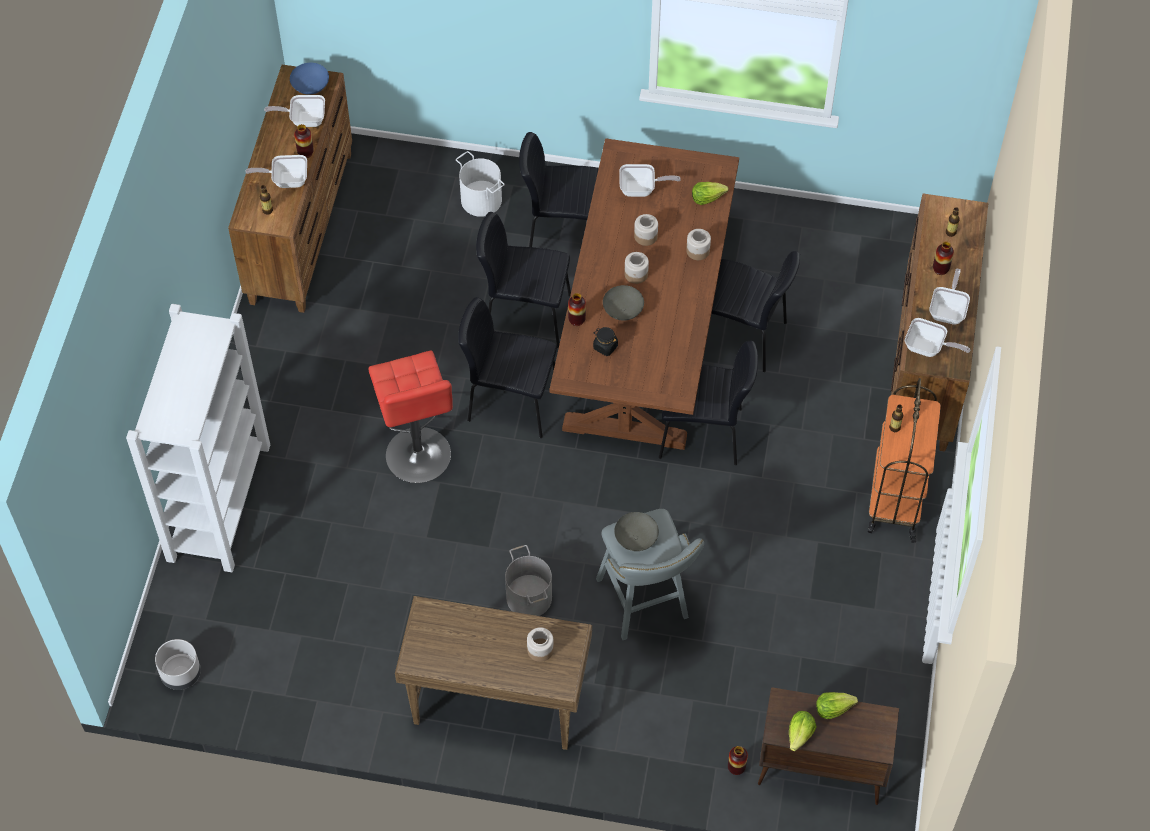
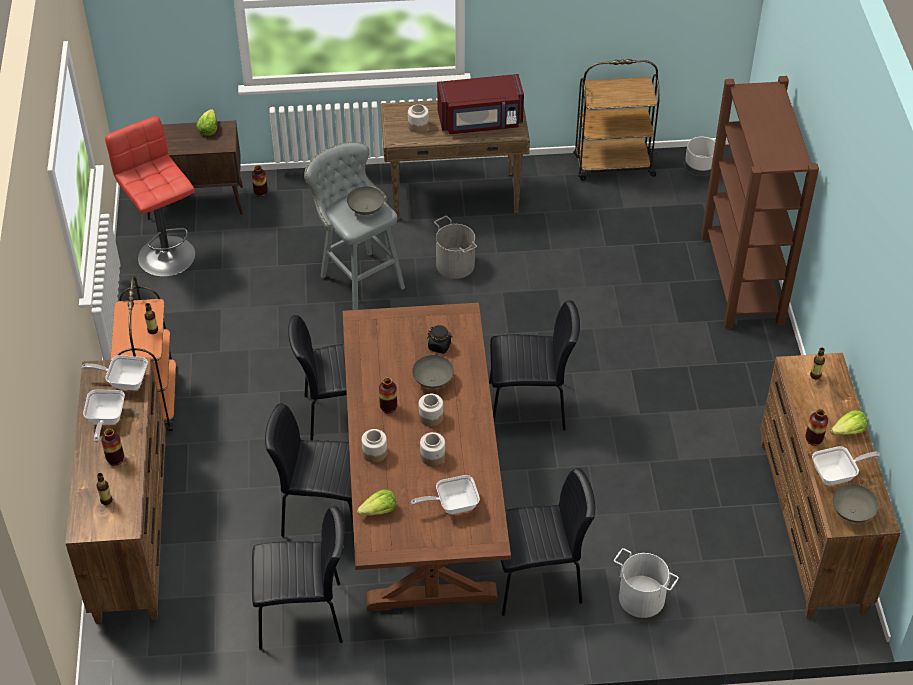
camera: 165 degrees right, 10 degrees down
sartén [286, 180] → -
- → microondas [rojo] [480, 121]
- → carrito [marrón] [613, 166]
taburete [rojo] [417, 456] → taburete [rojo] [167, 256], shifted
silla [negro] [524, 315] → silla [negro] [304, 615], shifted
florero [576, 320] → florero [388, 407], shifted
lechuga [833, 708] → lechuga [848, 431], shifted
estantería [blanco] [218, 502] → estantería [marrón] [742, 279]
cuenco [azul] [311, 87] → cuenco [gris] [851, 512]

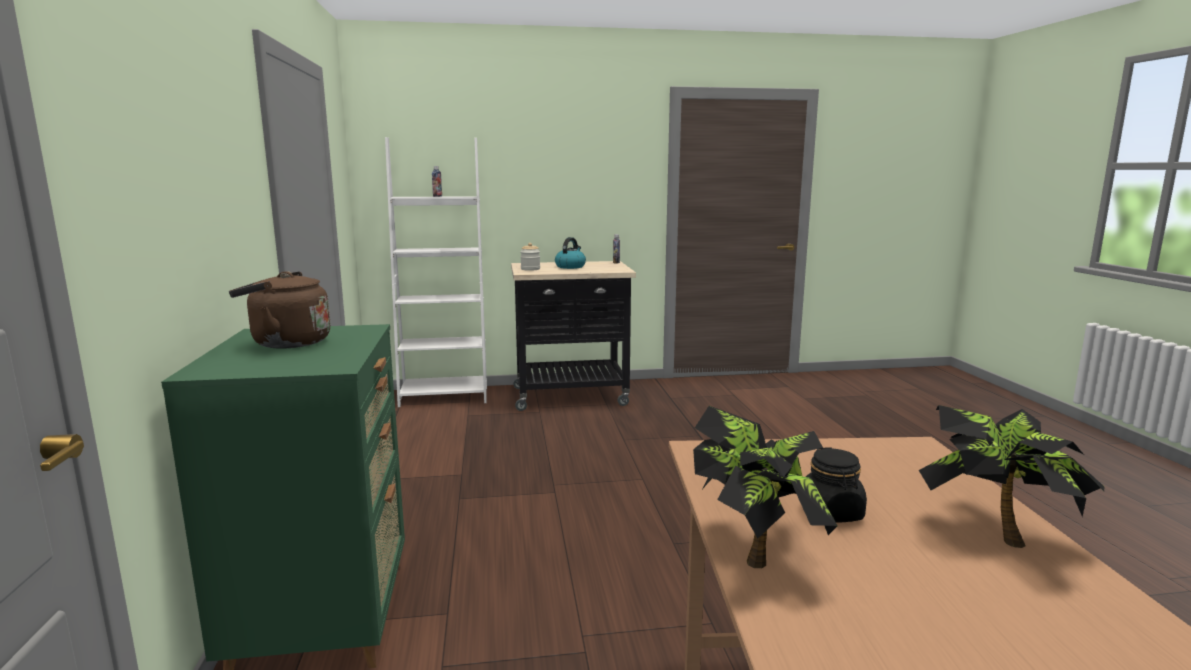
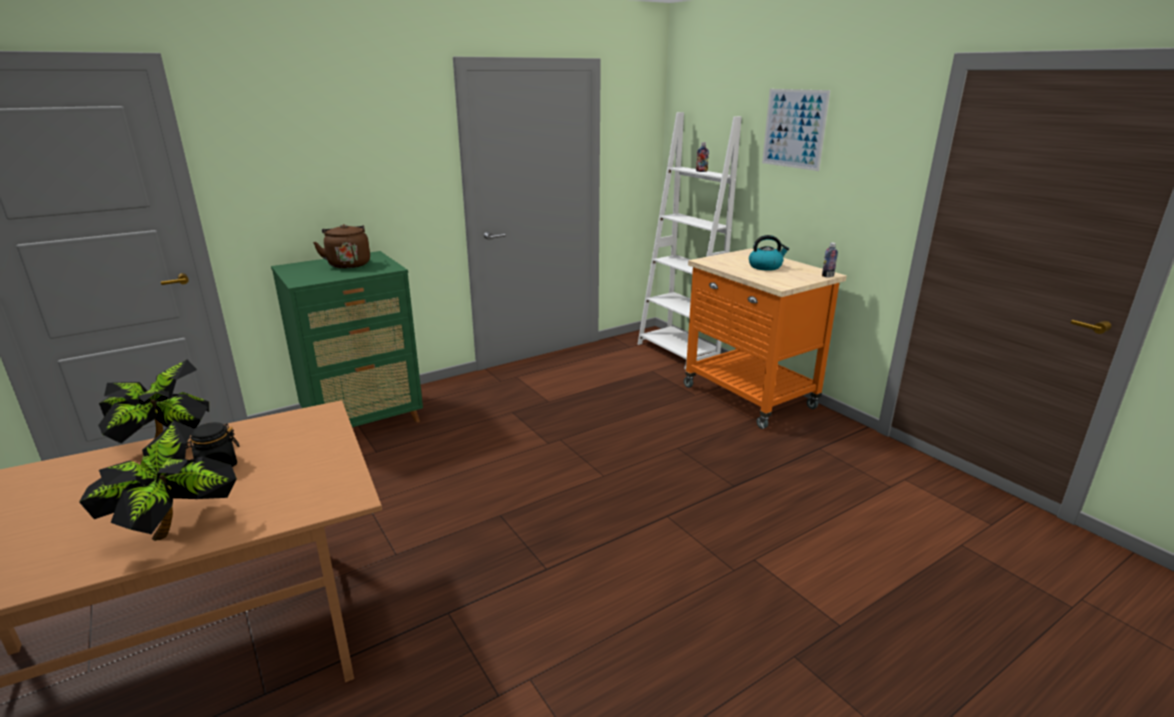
camera: 65 degrees right, 10 degrees up
tarro [530, 269] → -
- → cuadro [794, 129]
carrito [negro] [571, 396] → carrito [naranja] [749, 398]

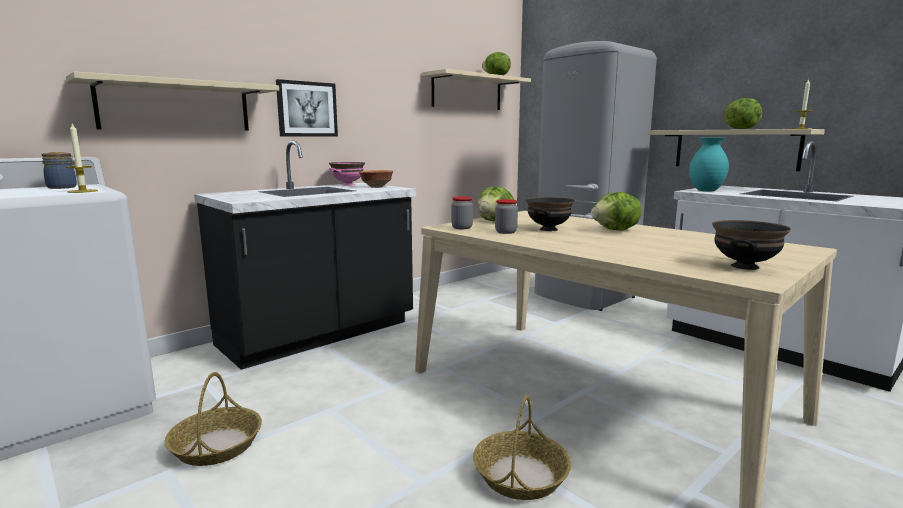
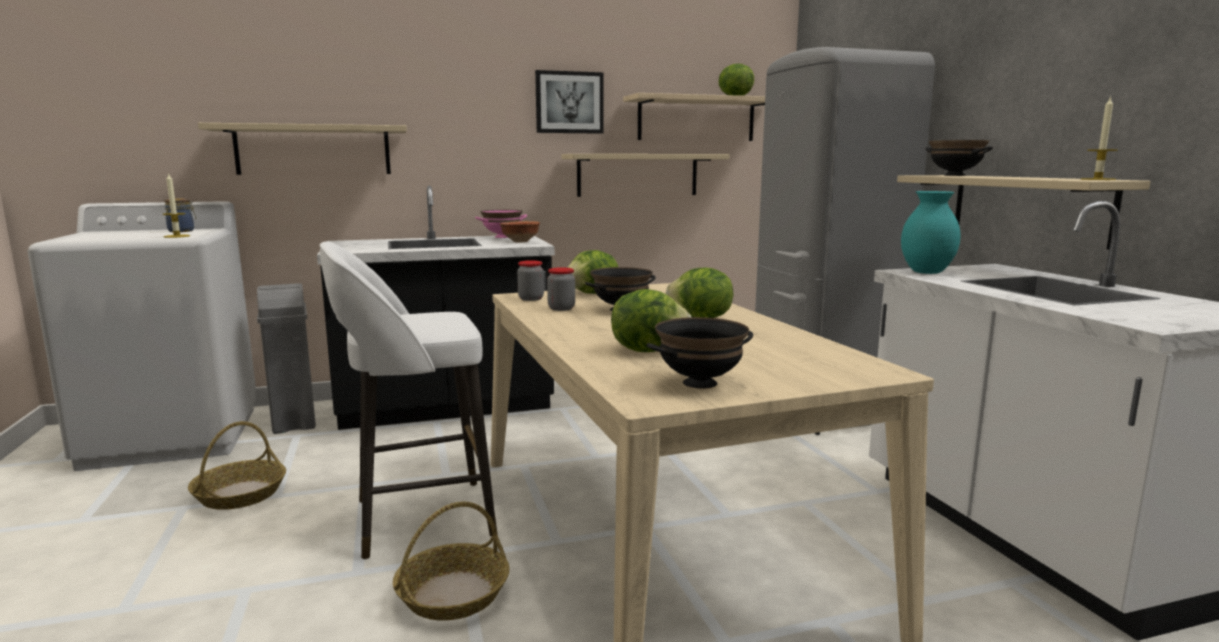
camera: 25 degrees right, 0 degrees up
- → papelera [gris] [294, 421]
- → taburete [blanco] [419, 518]
- → estante [beis] [637, 175]
- → cuenco [negro] [954, 175]
cuadro [307, 109] → cuadro [569, 102], shifted
lechuga [740, 129] → lechuga [648, 350], shifted

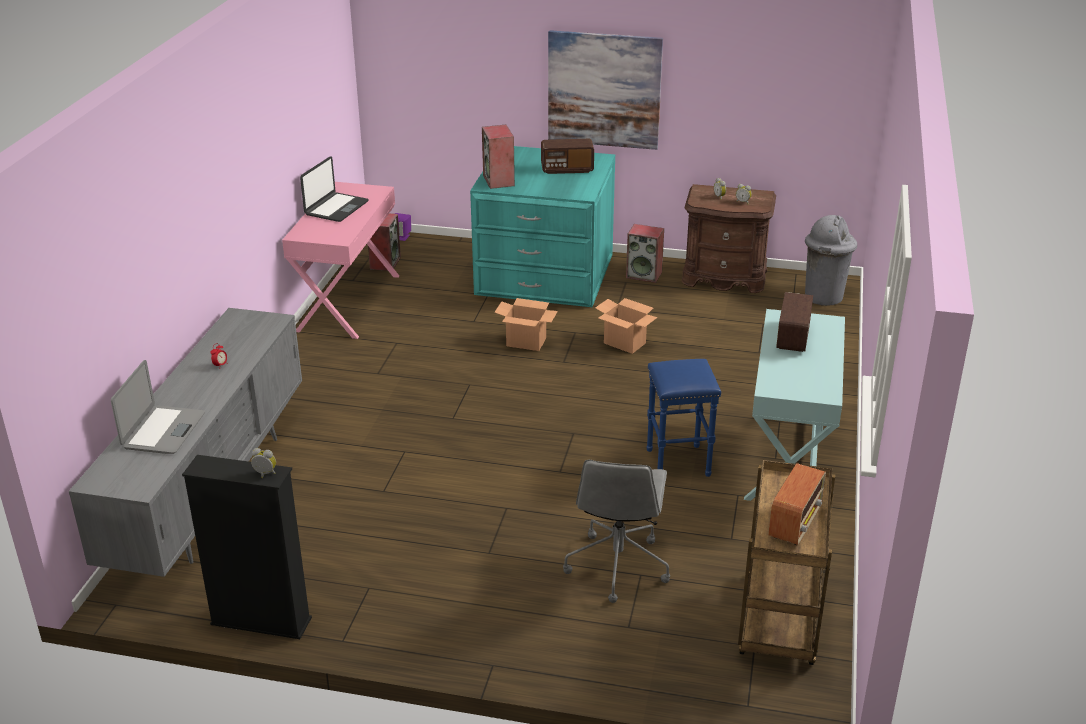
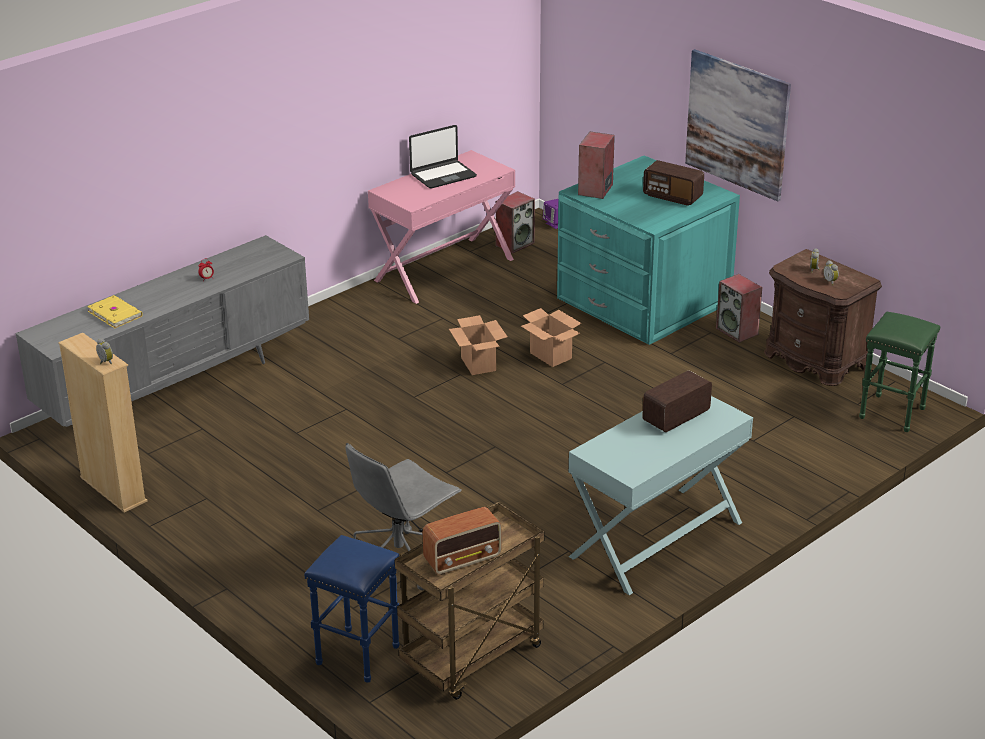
camera: 35 degrees right, 0 degrees up
caja de cartón [625, 343] → caja de cartón [478, 364], shifted
taburete [azul] [676, 461] → taburete [azul] [357, 653], shifted
portátil [163, 431] → libro [amarillo] [115, 313]
papelera [gris] [824, 296] → taburete [verde] [893, 412]
estantería [negro] [261, 621] → estantería [beis] [113, 489]

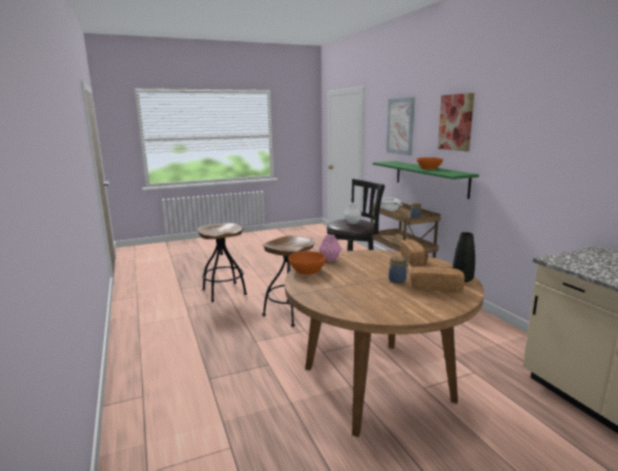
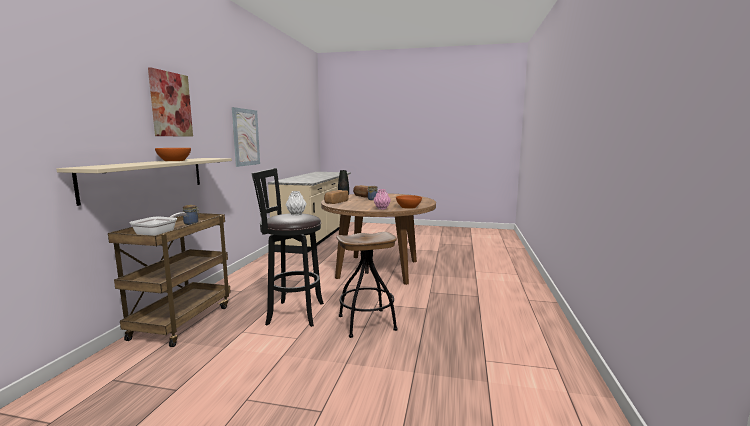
camera: 145 degrees left, 5 degrees down
taburete [marrón] [224, 291] → -
cuadro [400, 126] → cuadro [246, 137], shifted
estante [verde] [430, 178] → estante [beis] [147, 177]

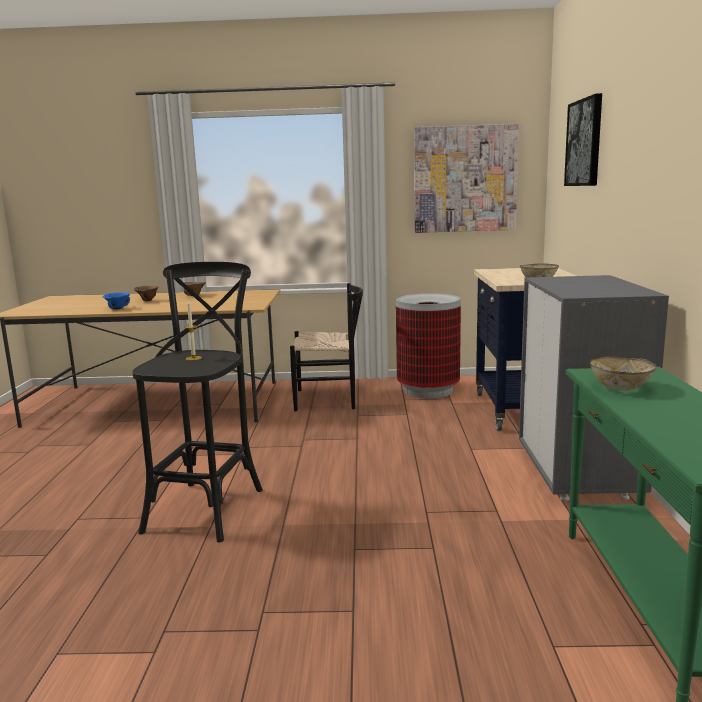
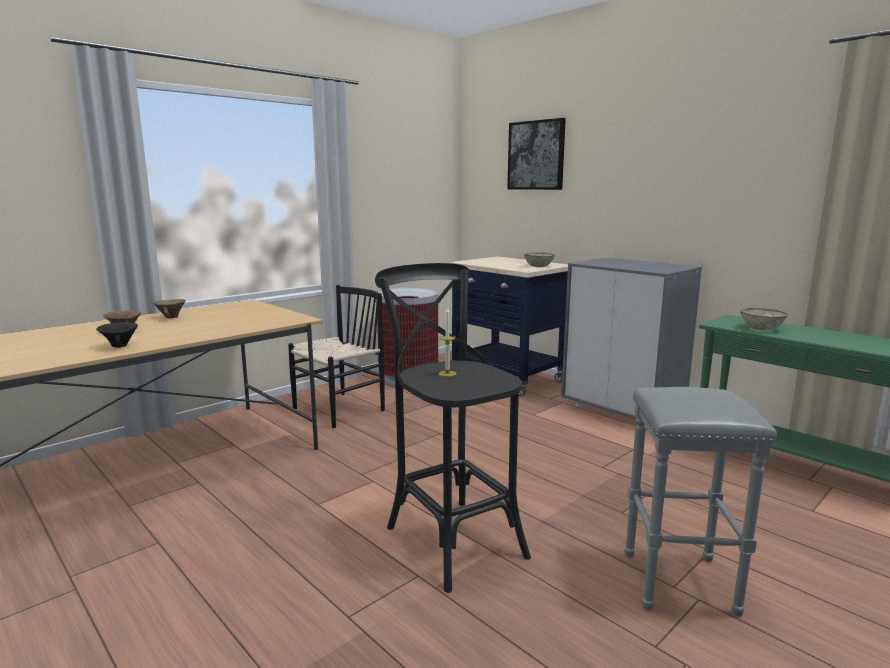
camera: 45 degrees left, 0 degrees up
cuadro [465, 179] → -
- → taburete [gris] [676, 580]
cuenco [azul] [118, 308] → cuenco [negro] [119, 346]

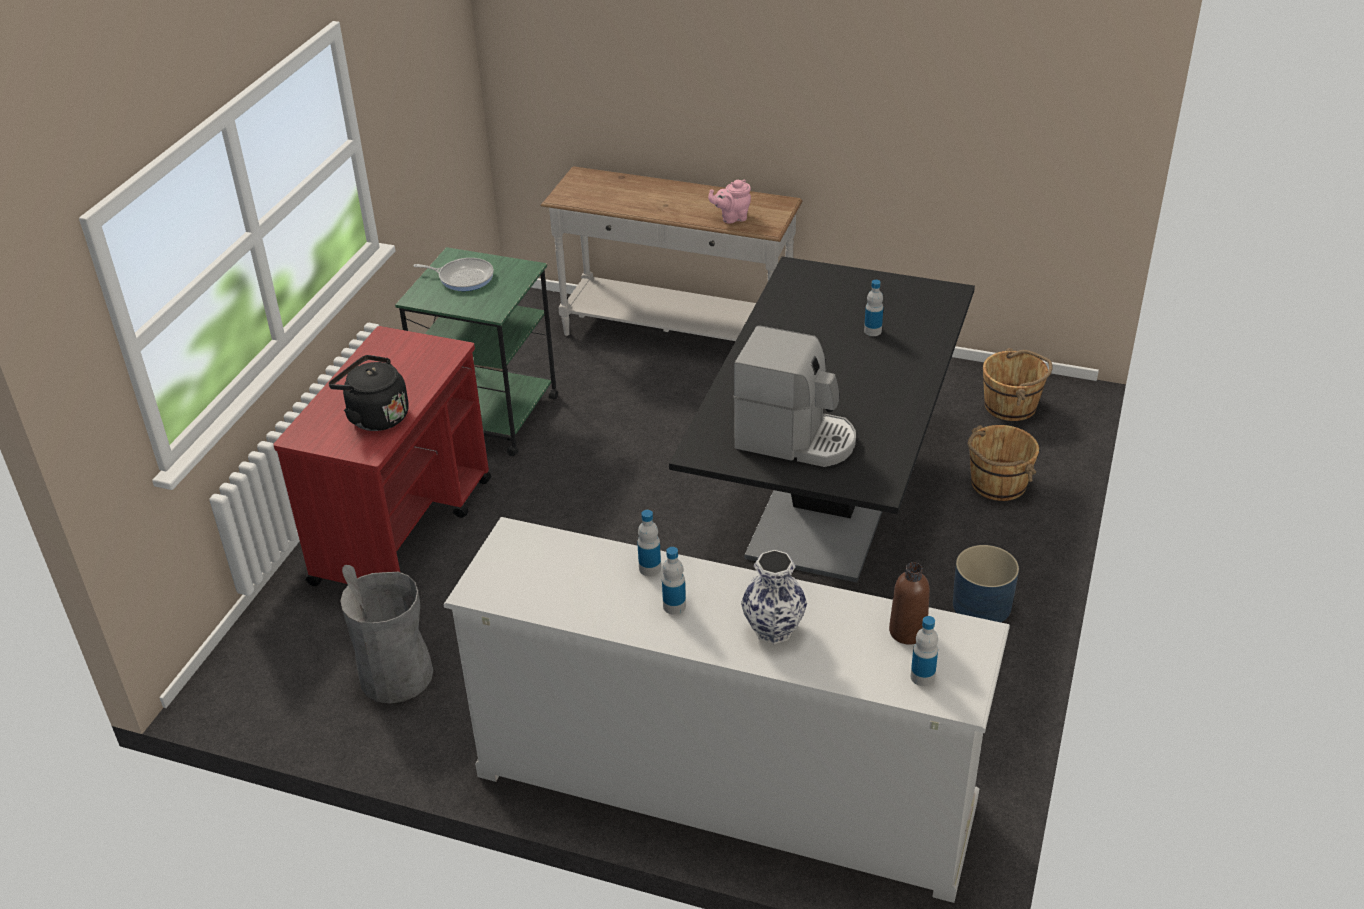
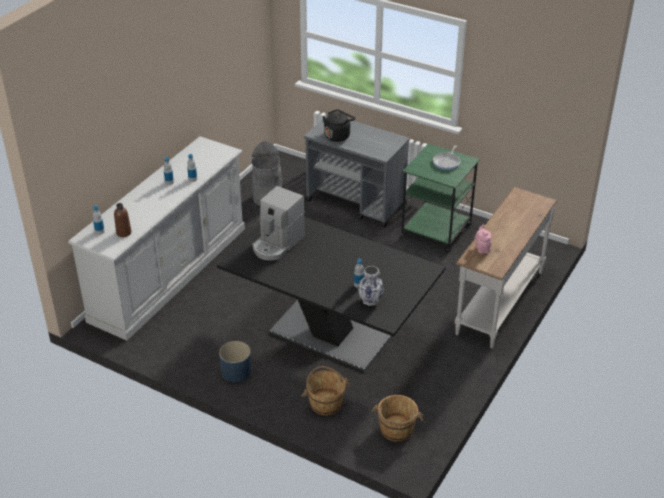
camera: 100 degrees right, 0 degrees up
florero [774, 630] → florero [370, 300], shifted
carrito [rojo] [404, 529] → carrito [gris] [356, 203]

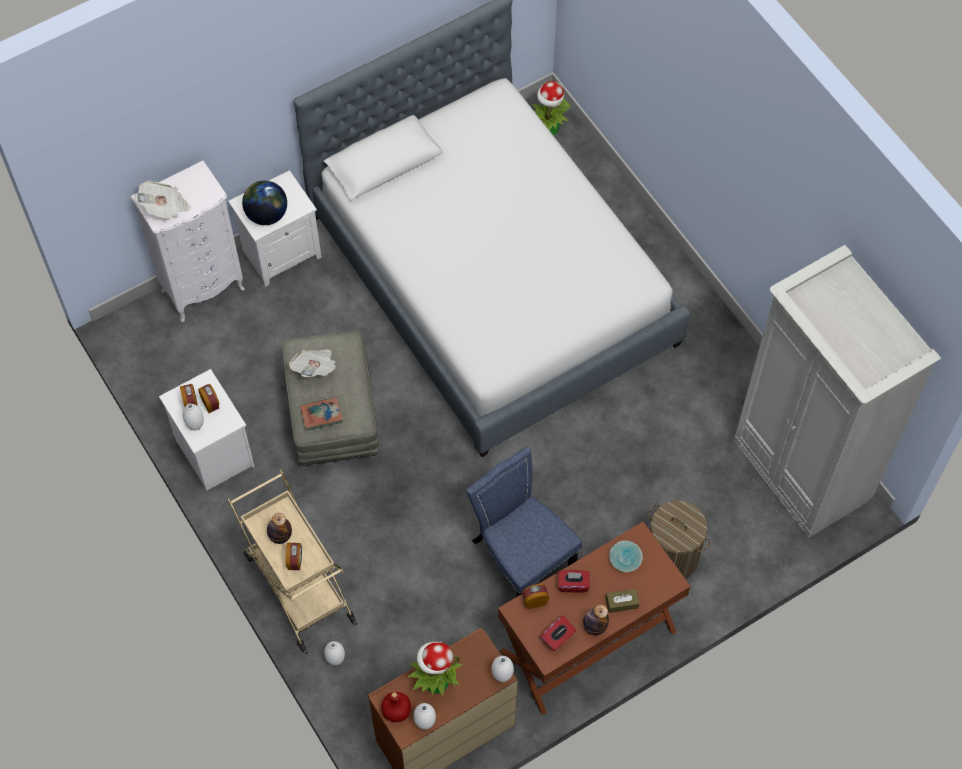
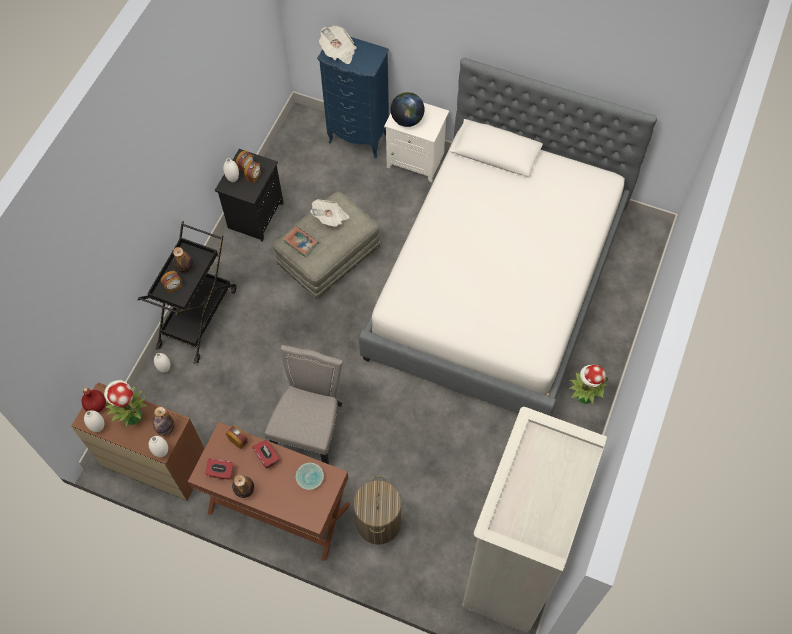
camera: 55 degrees right, 0 degrees up
caja de pañuelos [marrón] [622, 603] → -
- → botella [166, 429]
planta en maceta [548, 129] → planta en maceta [584, 396], shifted
cómoda [blanco] [204, 291] → cómoda [azul] [357, 140]
mesita de noche [blanco] [213, 452] → mesita de noche [negro] [255, 215]
carrito [beis] [299, 588] → carrito [negro] [199, 318]
silla [azul] [522, 557] → silla [gris] [310, 429]

